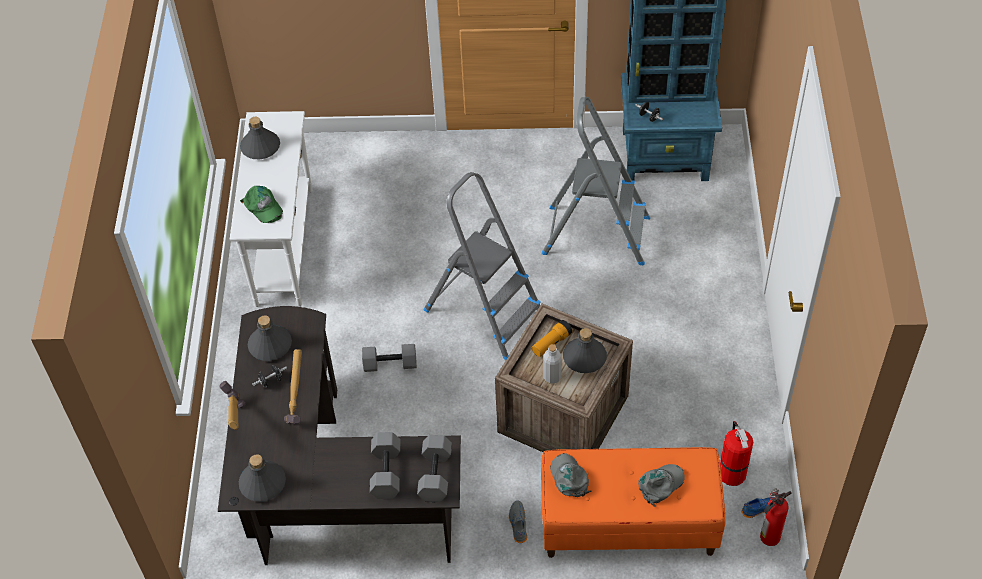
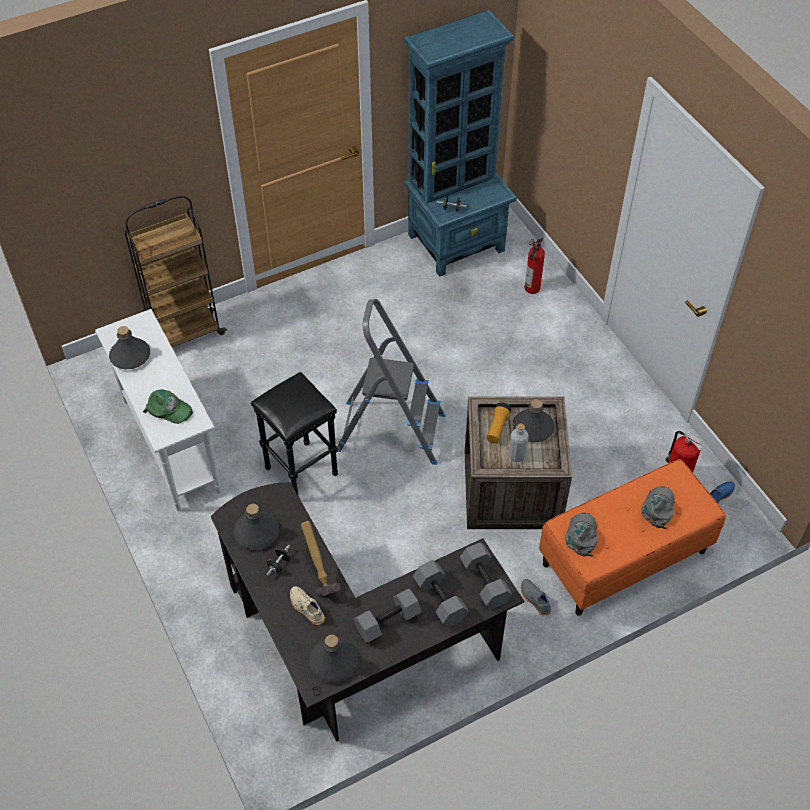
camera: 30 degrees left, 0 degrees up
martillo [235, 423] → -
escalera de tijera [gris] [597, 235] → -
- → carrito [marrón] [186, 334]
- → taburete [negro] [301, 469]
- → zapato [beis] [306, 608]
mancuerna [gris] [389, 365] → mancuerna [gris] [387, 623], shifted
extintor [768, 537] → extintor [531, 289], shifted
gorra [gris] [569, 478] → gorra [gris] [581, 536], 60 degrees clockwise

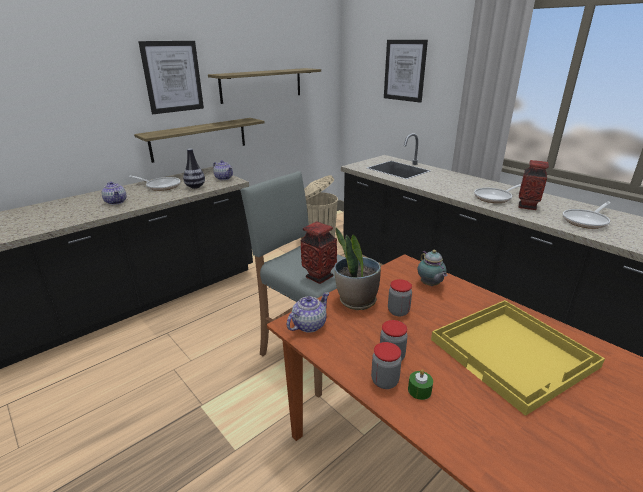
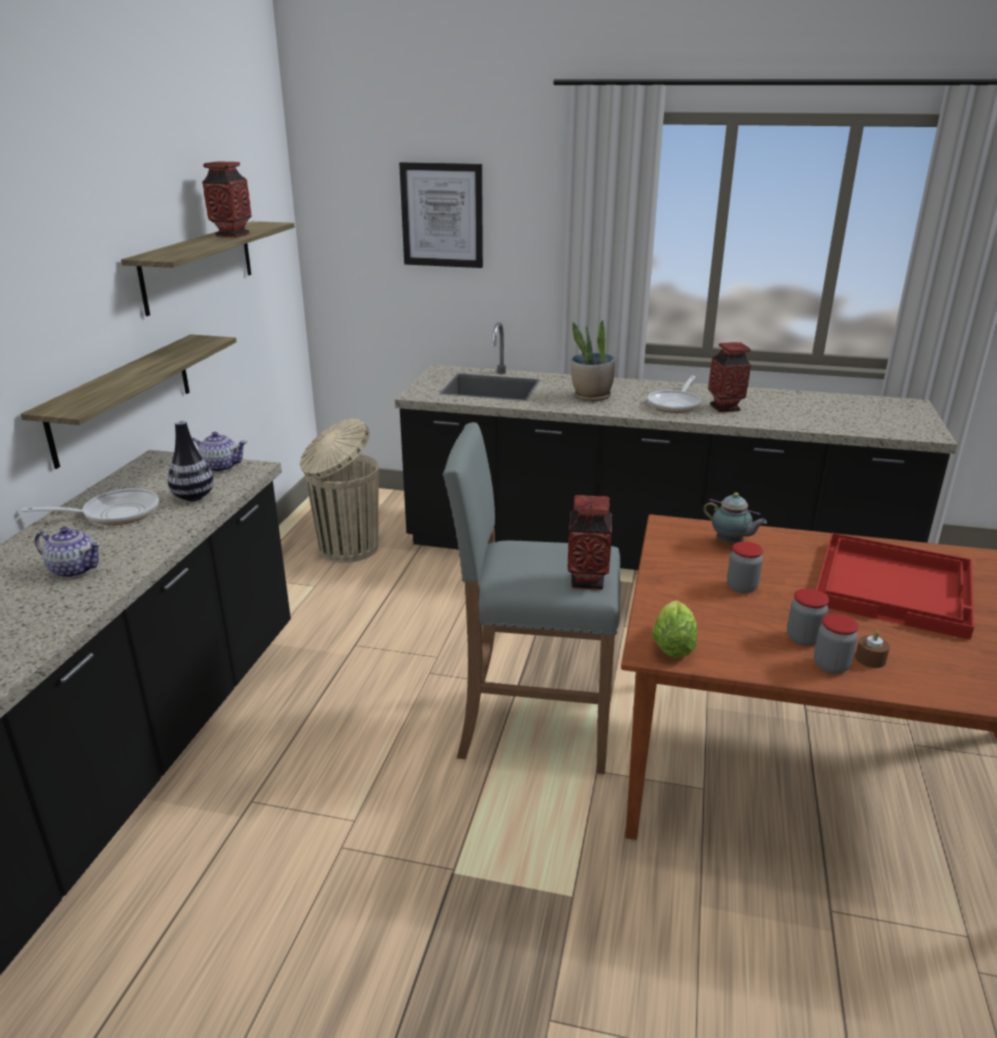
camera: 35 degrees left, 0 degrees up
cuadro [172, 77] → -
sartén [586, 221] → -
- → florero [232, 235]
planta en maceta [356, 301] → planta en maceta [591, 396], shifted
tetera [308, 325] → lechuga [673, 643]
vela [verde] [419, 390] → vela [marrón] [870, 659]
bandeja [amarillo] [514, 353] → bandeja [rojo] [895, 586]

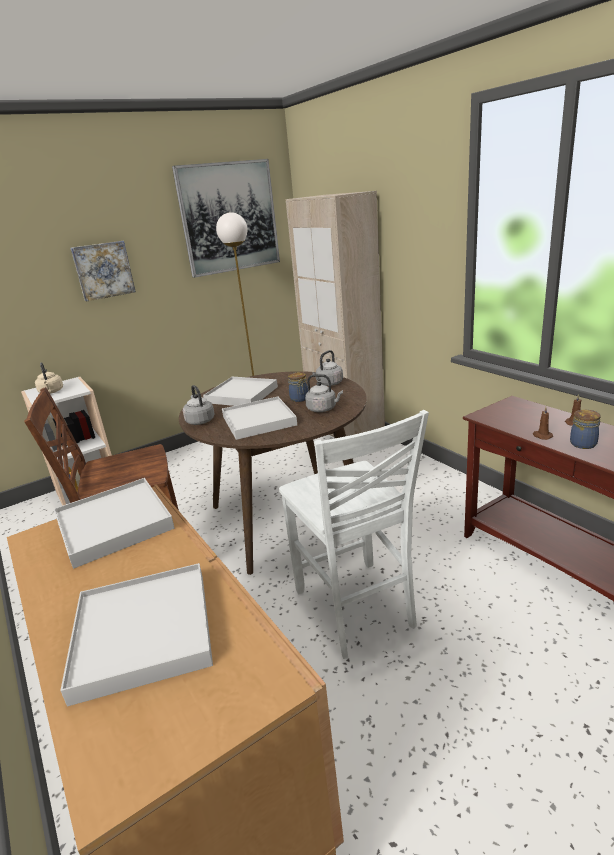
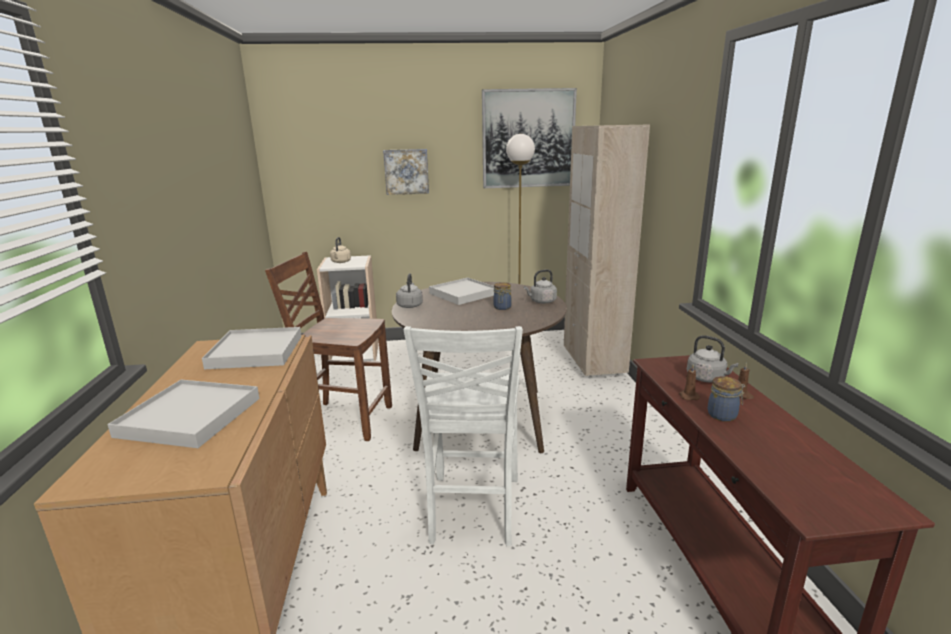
camera: 25 degrees right, 5 degrees down
bandeja [blanco] [259, 421] → -
hervidor [gris] [323, 409] → hervidor [gris] [707, 378], shifted

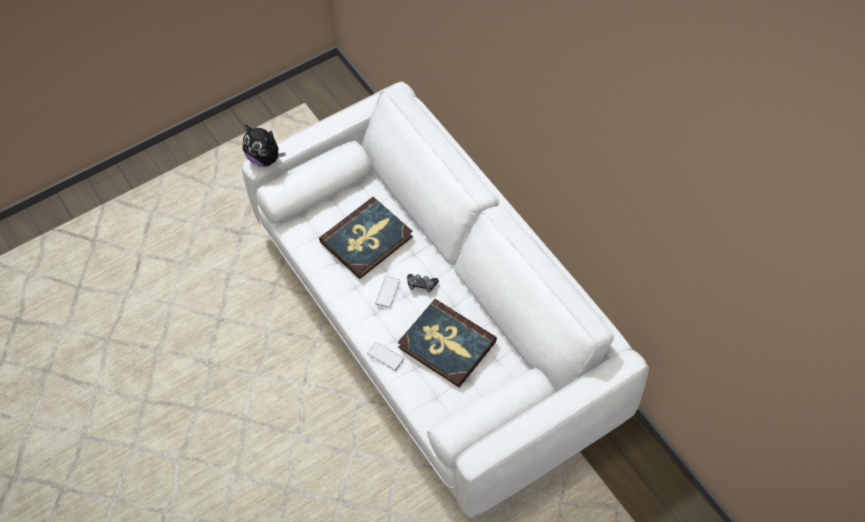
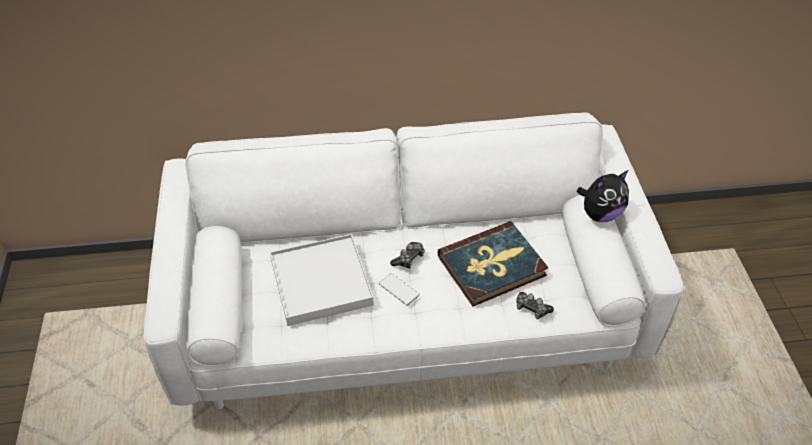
camera: 65 degrees left, 10 degrees down
móvil [385, 356] → -
- → mando de consola [532, 308]
peluche [265, 158] → peluche [600, 214], shifted
libro [367, 240] → bandeja [blanco] [321, 282]

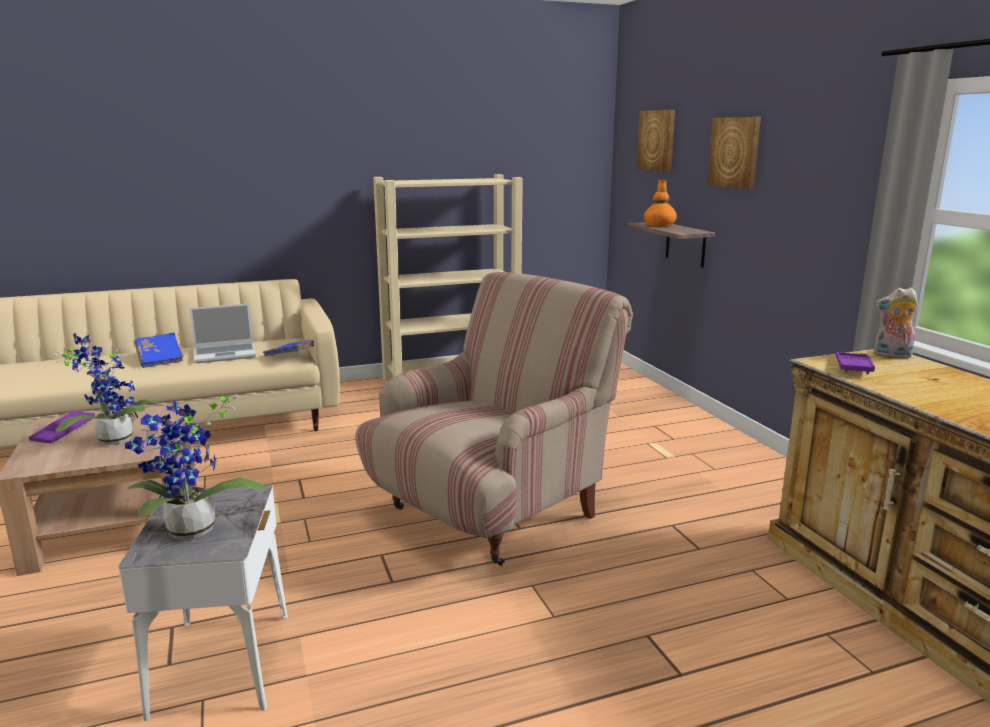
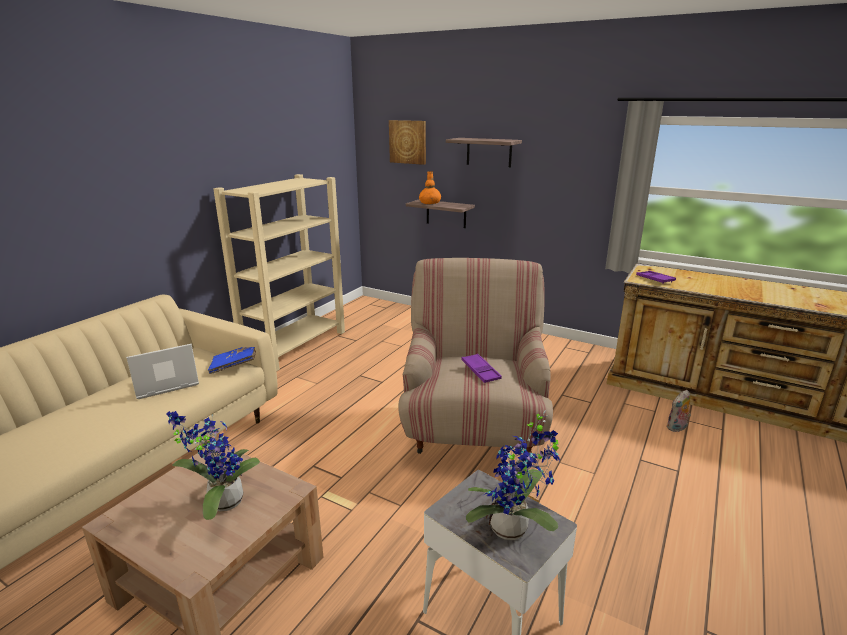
camera: 40 degrees left, 5 degrees up
libro [azul] [160, 359] → -
bandeja [morado] [64, 431] → bandeja [morado] [480, 371], shifted
peluche [891, 356] → peluche [677, 428], shifted
cuadro [735, 152] → estante [489, 152]
portátil [226, 354] → portátil [165, 384], 150 degrees counterclockwise

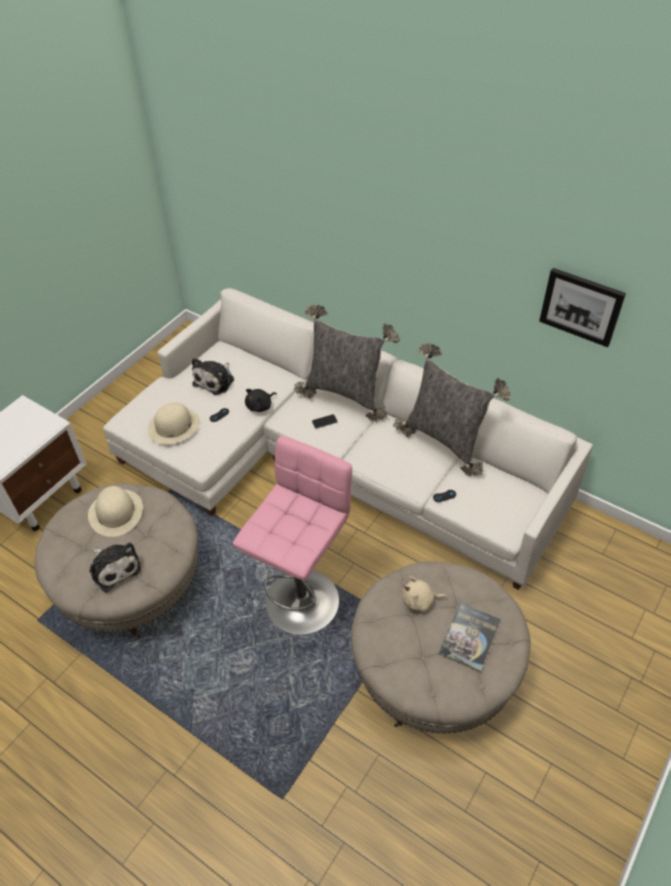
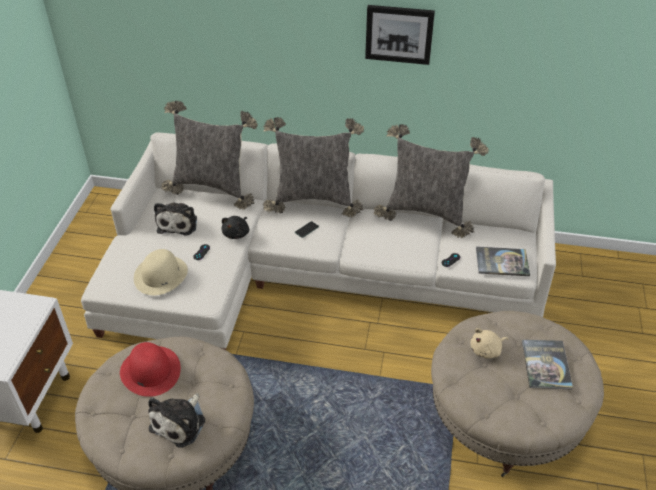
camera: 25 degrees left, 5 degrees down
taburete [rosa] [303, 601] → -
- → cojín [214, 192]
- → libro [502, 262]
cuadro [581, 306] → cuadro [399, 34], shifted
sombrero [beis] [116, 512] → sombrero [rojo] [150, 370]
peluche [114, 568] → peluche [180, 422], 90 degrees clockwise

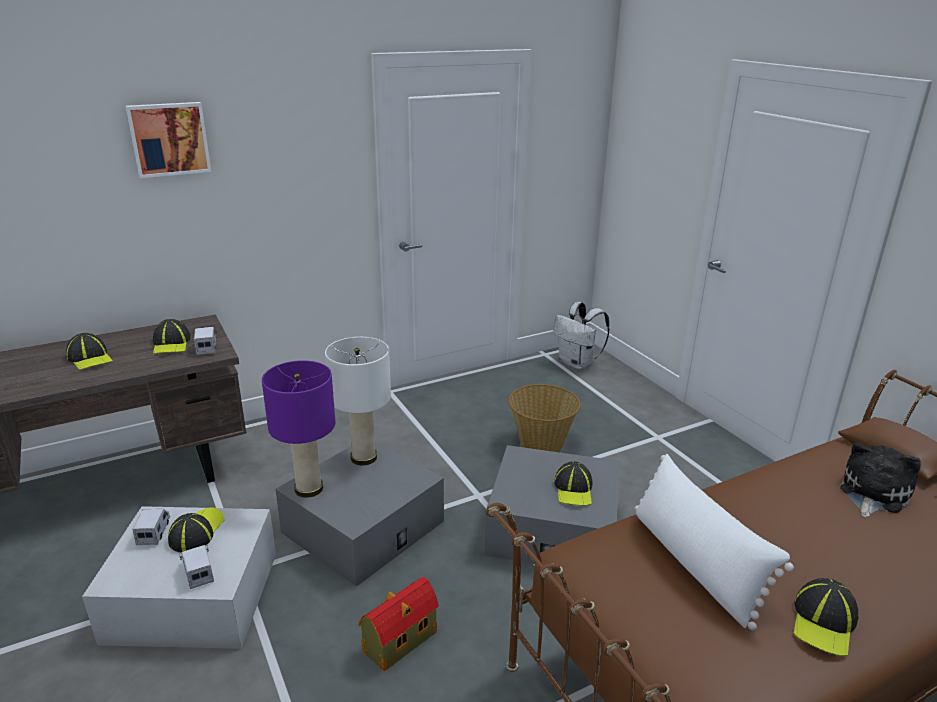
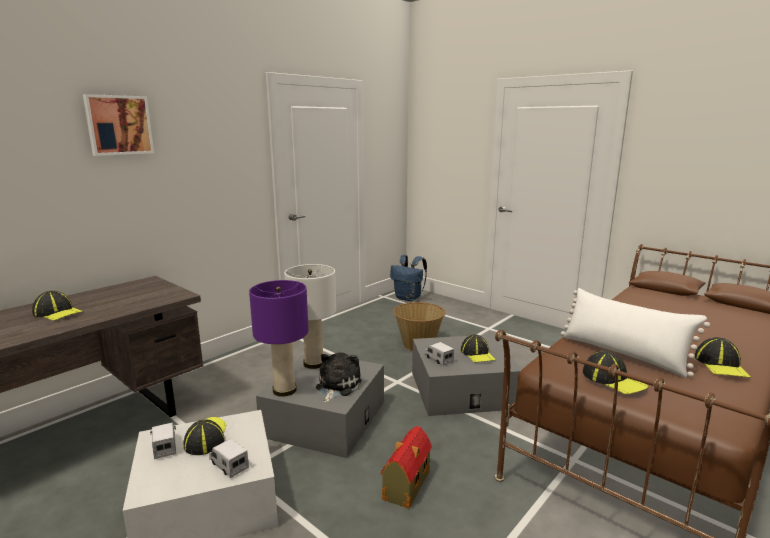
camera: 20 degrees left, 10 degrees down
gorra [171, 344] → gorra [613, 379], shifted
camión de juguete [206, 347] → camión de juguete [438, 359], shifted
peluche [872, 493] → peluche [336, 386], shifted
mochila [blanco] [578, 363] → mochila [azul] [409, 298]

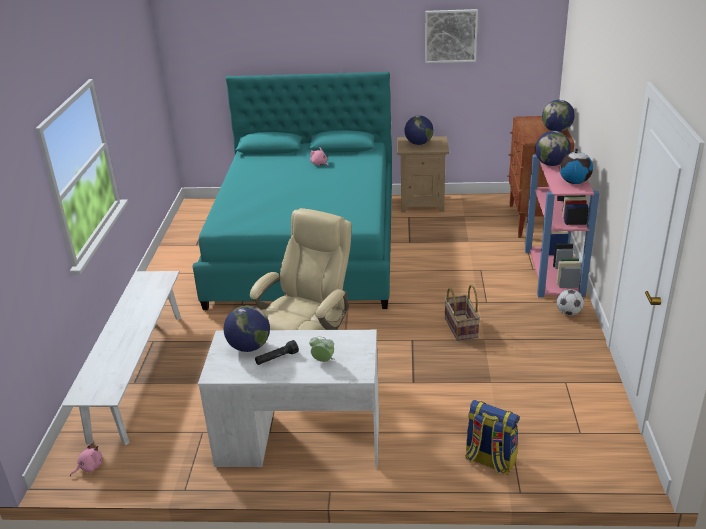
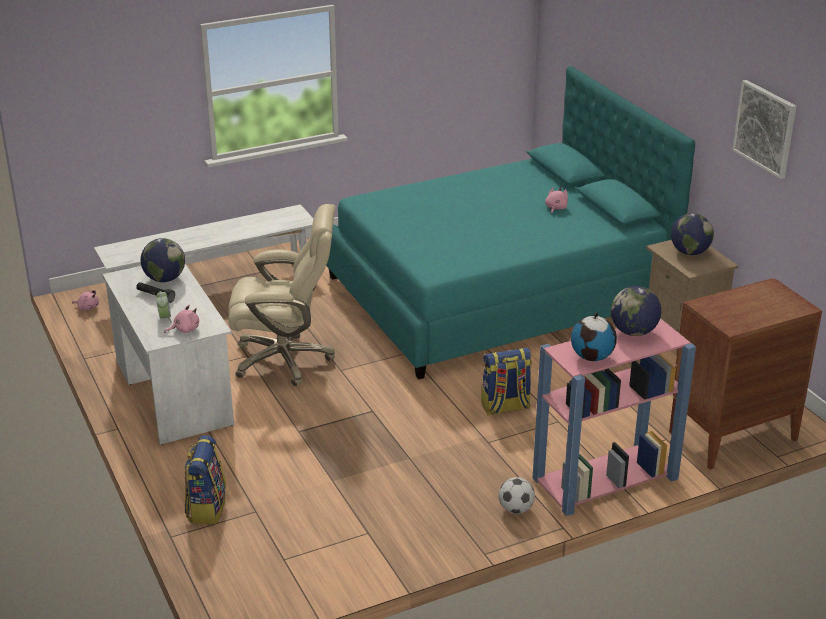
camera: 60 degrees right, 0 degrees up
cesta [460, 327] → -
globo terráqueo [556, 130] → -
- → peluche [rosa] [185, 329]
- → mochila [505, 407]

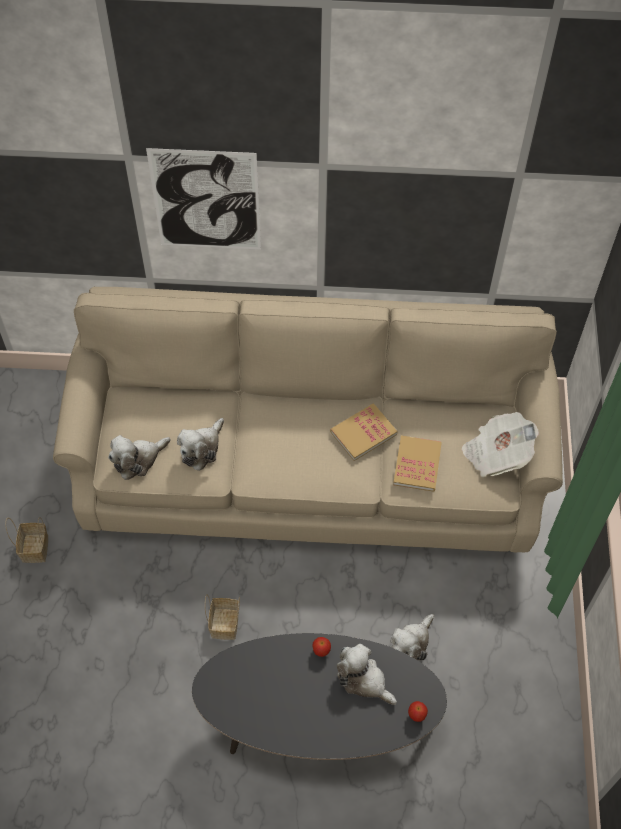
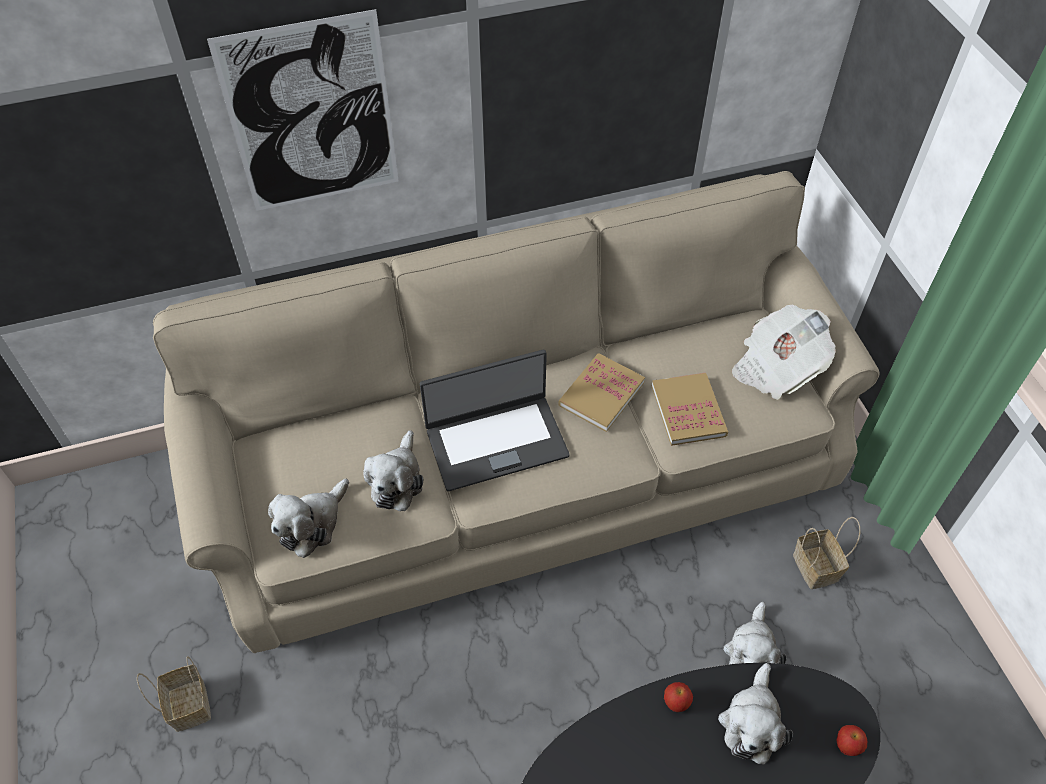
camera: 20 degrees left, 5 degrees down
- → portátil [496, 441]
cesta [225, 625] → cesta [817, 568], shifted
peluche [363, 680] → peluche [752, 723], 90 degrees counterclockwise

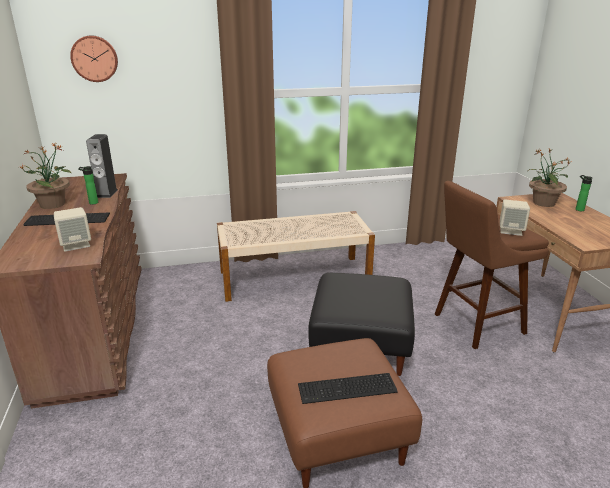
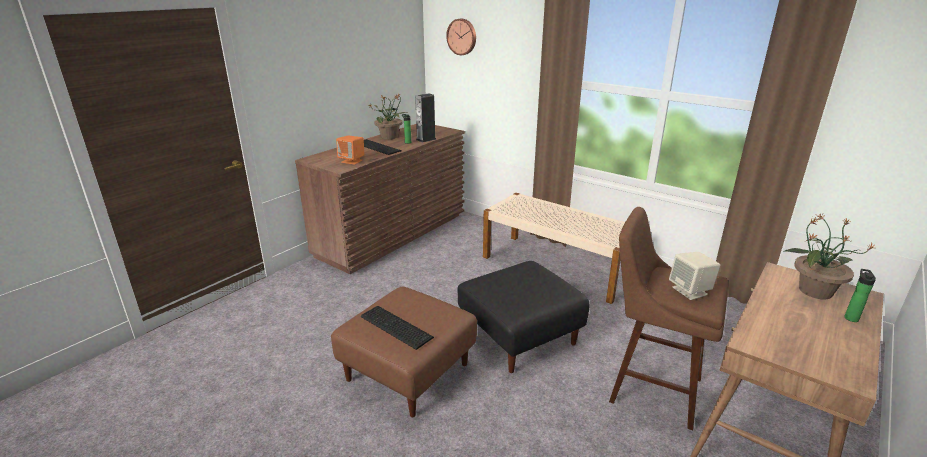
camera: 50 degrees right, 0 degrees up
altavoz [beis] [76, 244] → altavoz [naranja] [352, 161]

